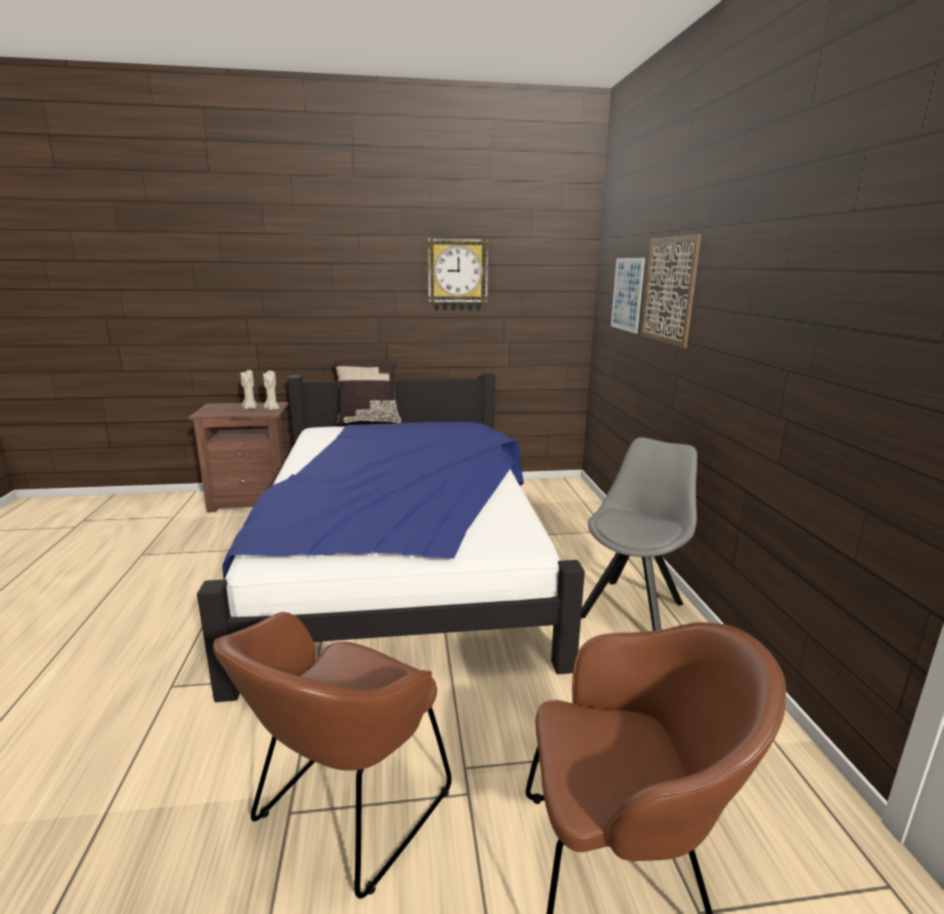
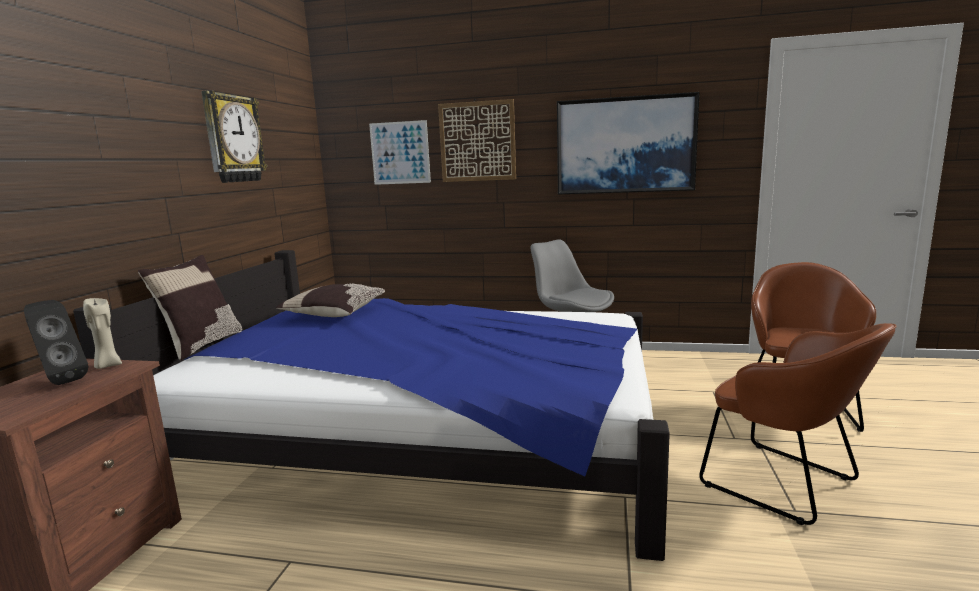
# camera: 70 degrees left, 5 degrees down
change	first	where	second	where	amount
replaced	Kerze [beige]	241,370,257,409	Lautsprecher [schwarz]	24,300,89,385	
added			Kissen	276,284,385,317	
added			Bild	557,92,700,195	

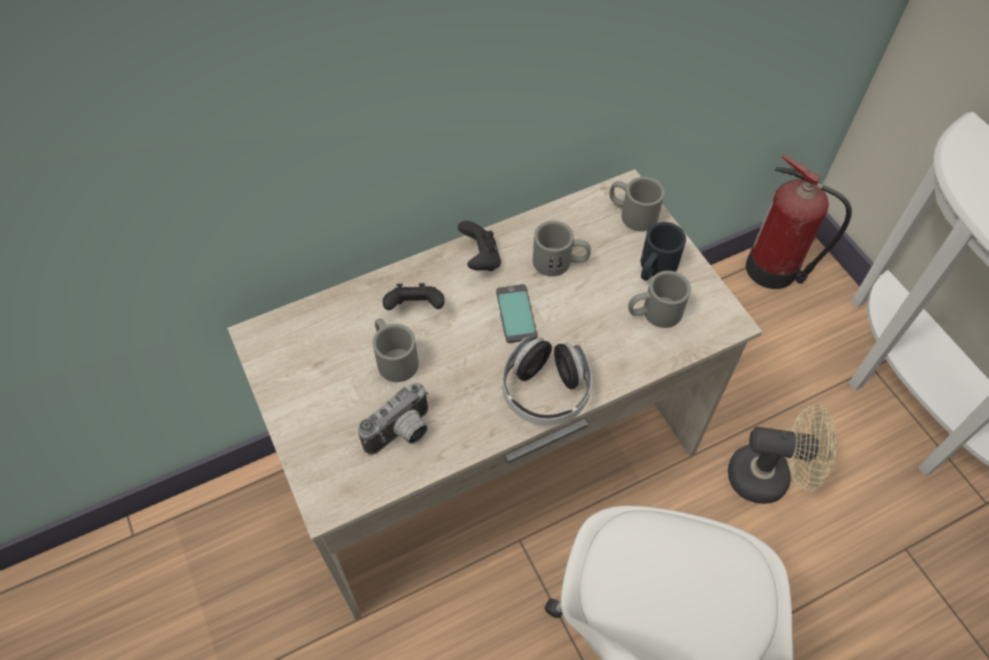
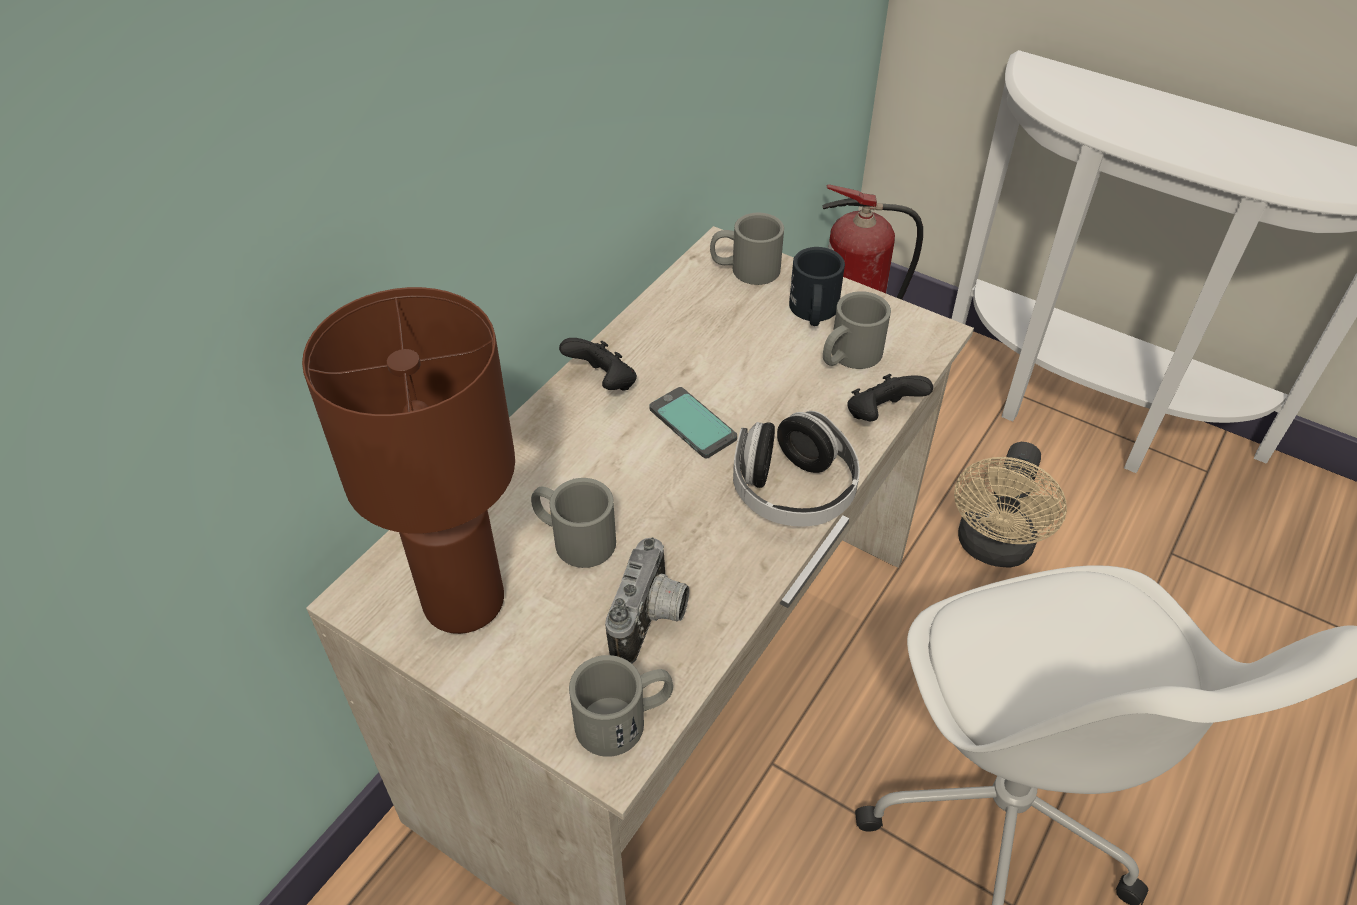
# camera: 30 degrees left, 10 degrees down
change	first	where	second	where	amount
moved	Gamepad [schwarz]	383,283,445,310		847,374,933,421	
moved	Henkelbecher [grau]	533,221,591,277		569,655,673,757	
turned	Ventilator [beige]	728,405,837,504		954,442,1067,568	135 degrees clockwise
added			Tischlampe [braun]	302,287,515,634	

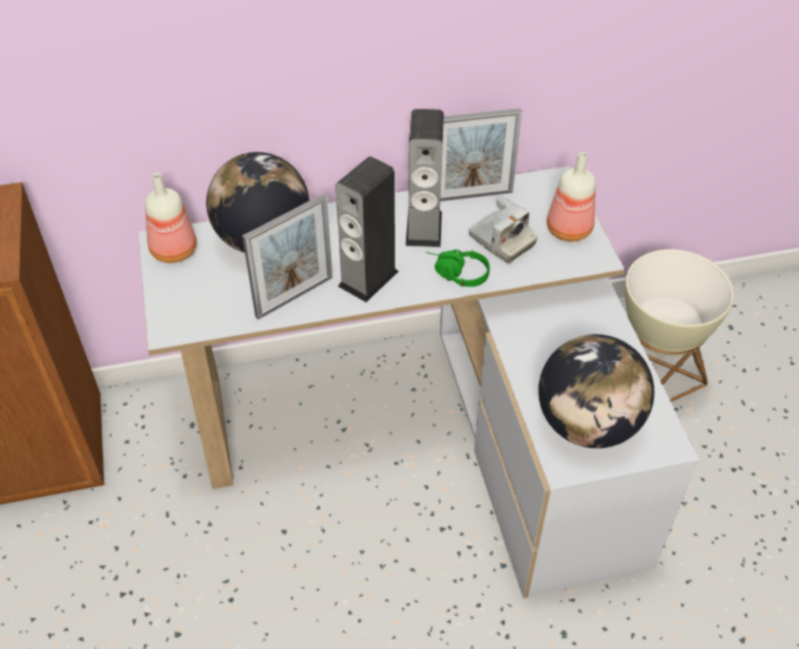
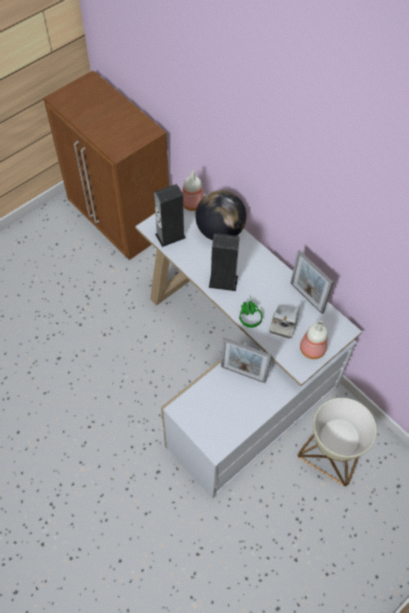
# camera: 60 degrees right, 10 degrees up
change	first	where	second	where	amount
moved	Bilderrahmen	242,194,333,320		221,338,272,383	
moved	Lautsprecher	406,109,444,247		154,184,186,247	
removed	Globus	538,334,654,448			

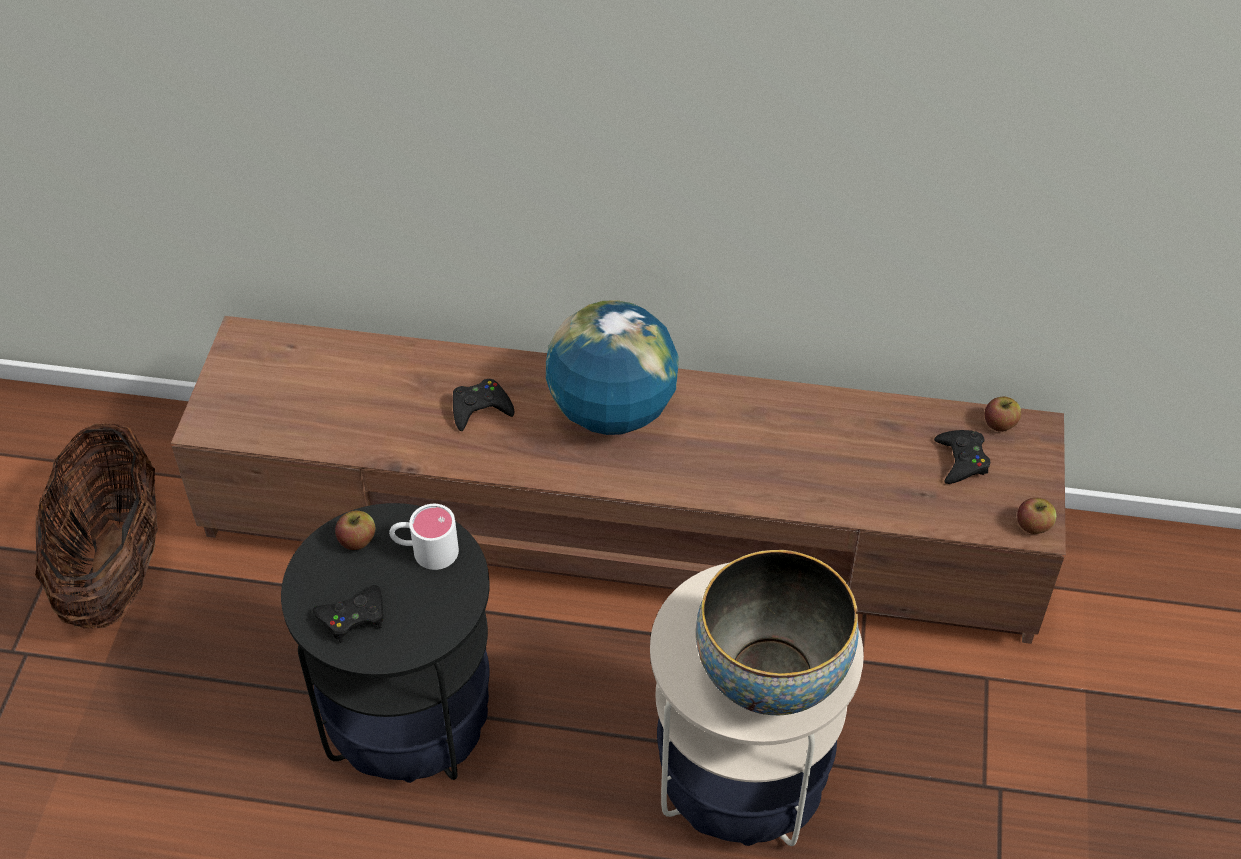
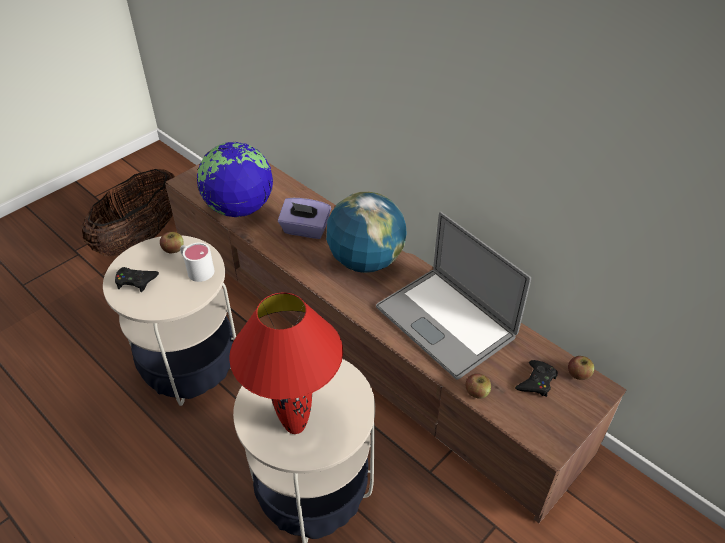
# camera: 35 degrees right, 5 degrees down
change	first	where	second	where	amount
recoloured	Beistelltisch [schwarz]	281,503,490,783	Beistelltisch [beige]	103,235,236,406	
replaced	Gamepad [schwarz]	453,379,515,431	Taschentuchbox [lila]	278,198,331,239	
replaced	Schüssel	696,550,859,715	Tischlampe [rot]	229,292,343,434	
moved	Apfel	1017,498,1057,534		466,373,491,399	
added			Globus	197,142,273,217	
added			Laptop	376,212,531,380	

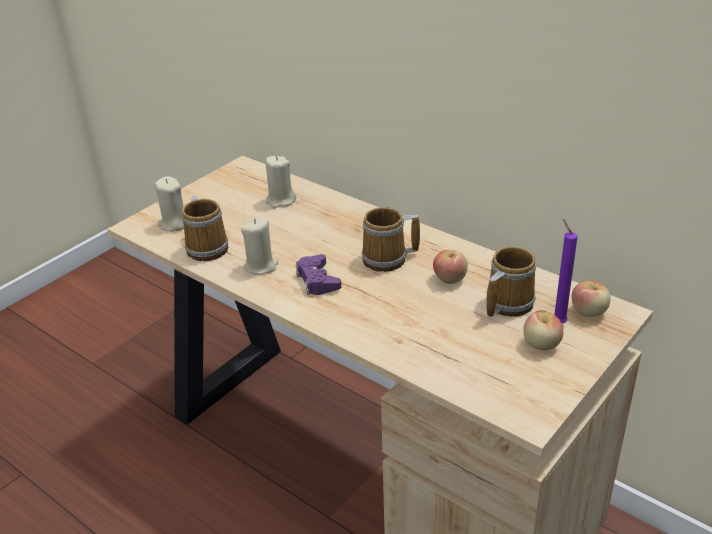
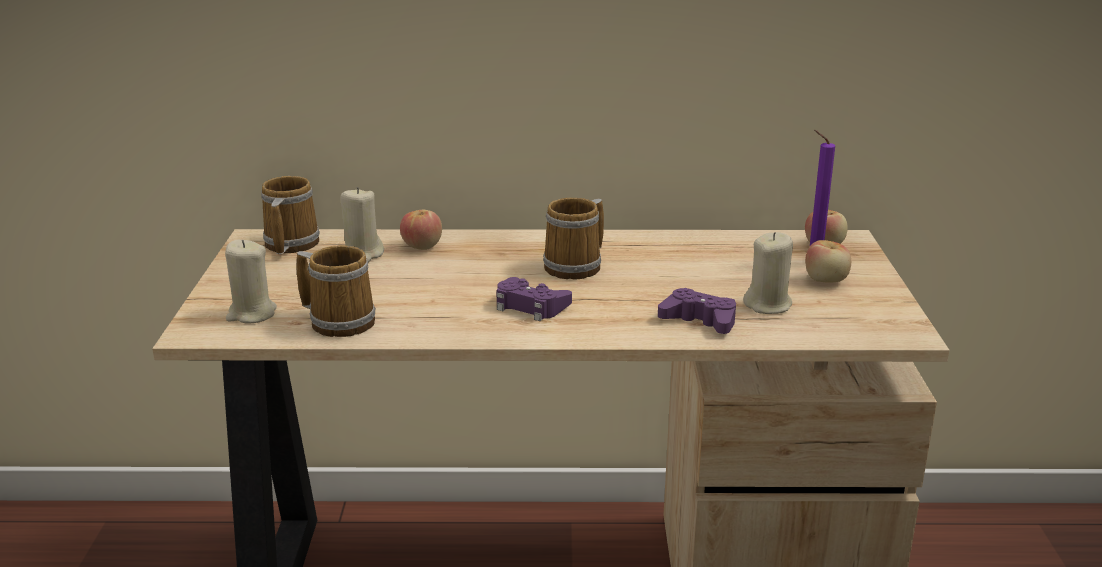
# camera: 40 degrees left, 10 degrees down
change	first	where	second	where	amount
moved	Kerze [beige]	241,217,279,275		743,232,793,314	
moved	Apfel	433,250,468,284		400,210,442,250	
moved	Henkelbecher	486,246,536,317		261,176,320,254	
added			Gamepad [lila]	658,288,736,334	

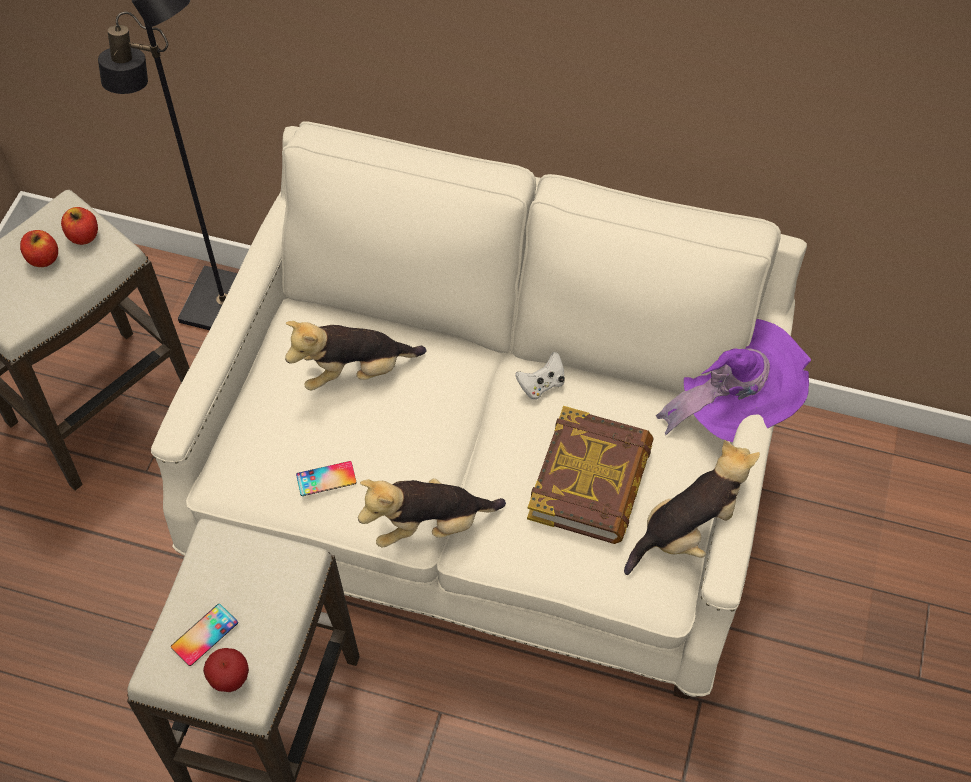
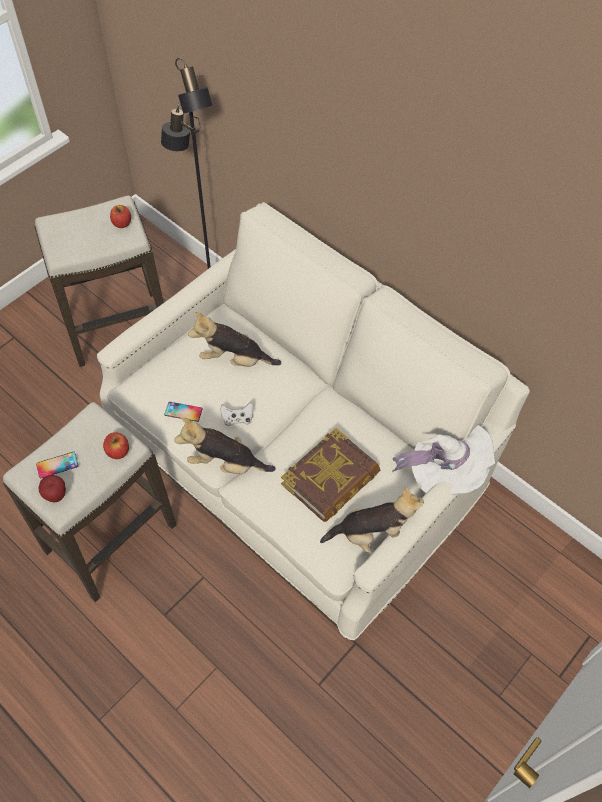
# camera: 25 degrees right, 0 degrees up
change	first	where	second	where	amount
moved	Apfel	20,230,58,267		103,432,129,459	
moved	Gamepad [weiß]	515,352,565,400		220,402,253,426	
recoloured	Hut [lila]	656,319,811,442	Hut [weiß]	392,425,495,494	

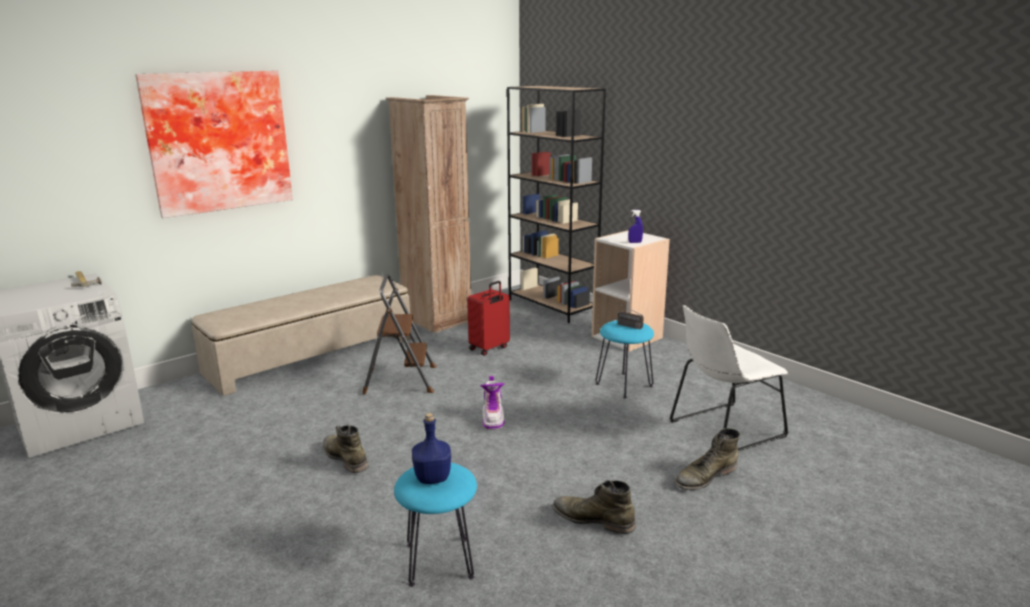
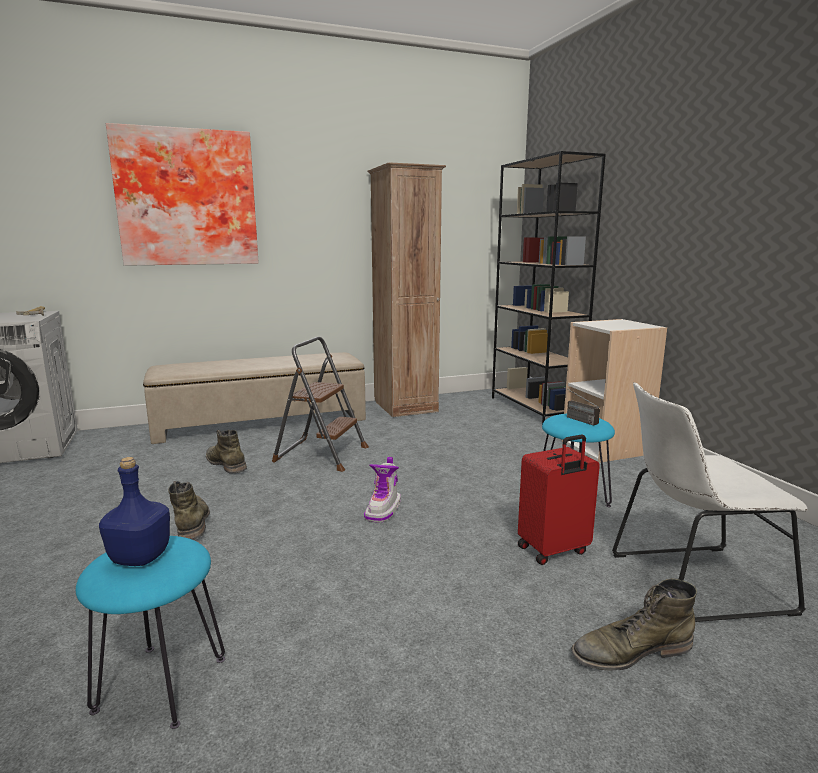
# camera: 20 degrees right, 5 degrees down
change	first	where	second	where	amount
moved	Koffer [rot]	467,281,510,356		518,435,600,565	
moved	Stiefel [grün]	552,480,636,534		206,429,247,474	
removed	Sprühflasche [blau]	628,210,643,243			

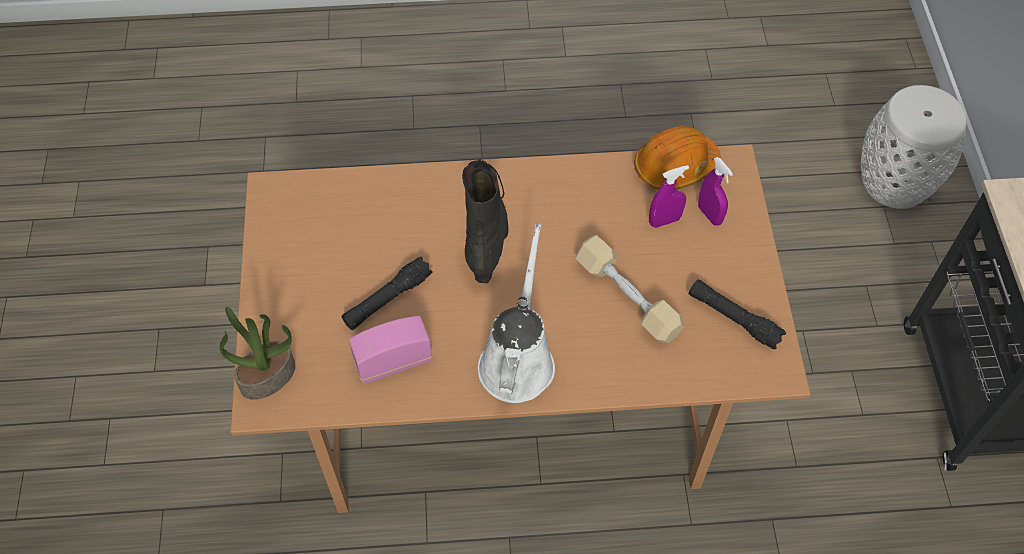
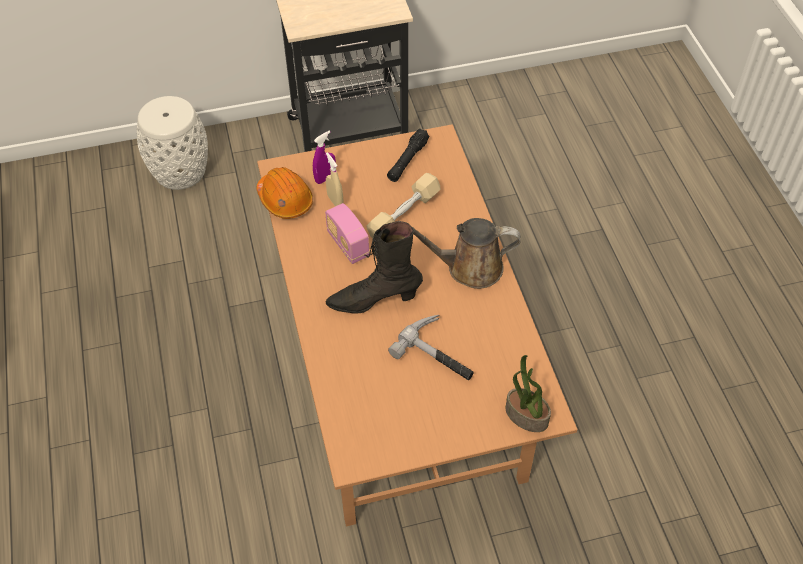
# camera: 100 degrees left, 5 degrees down
change	first	where	second	where	amount
replaced	Taschenlampe [schwarz]	342,257,433,330	Hammer	388,315,474,380	
moved	Radio	349,316,433,384		325,203,370,264	
recoloured	Gießkanne [weiß]	478,224,555,403	Gießkanne [braun]	412,218,521,289	
recoloured	Sprühflasche [lila]	649,165,689,228	Sprühflasche [beige]	326,152,344,206	

